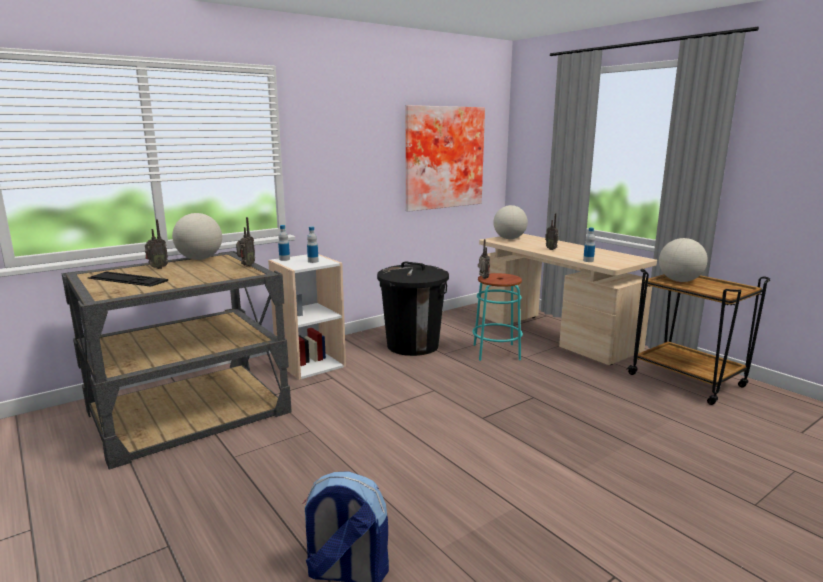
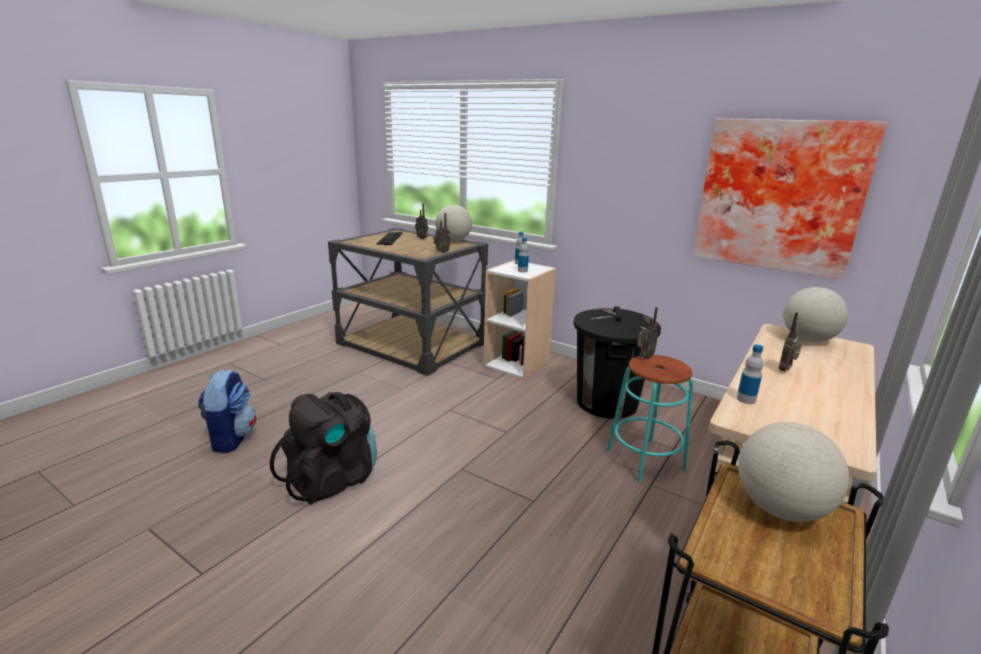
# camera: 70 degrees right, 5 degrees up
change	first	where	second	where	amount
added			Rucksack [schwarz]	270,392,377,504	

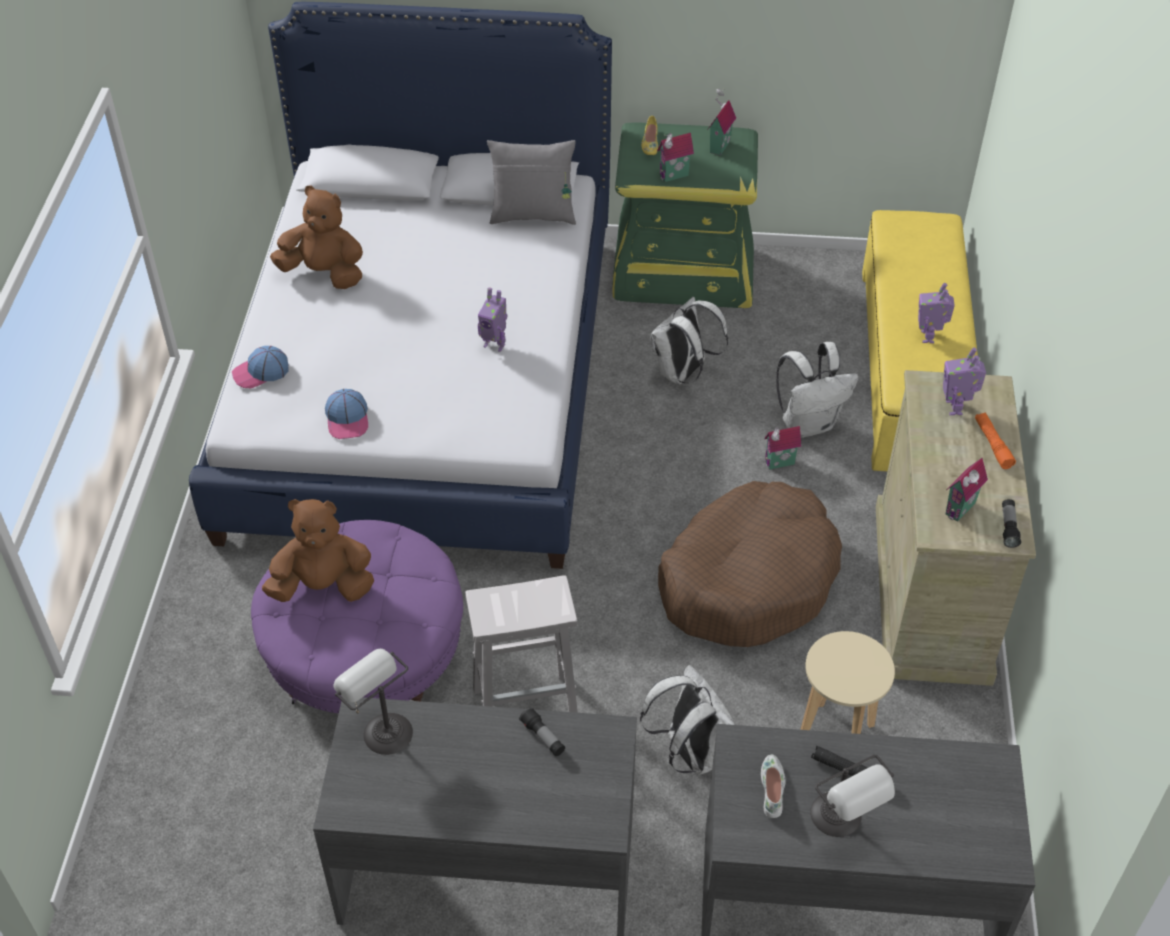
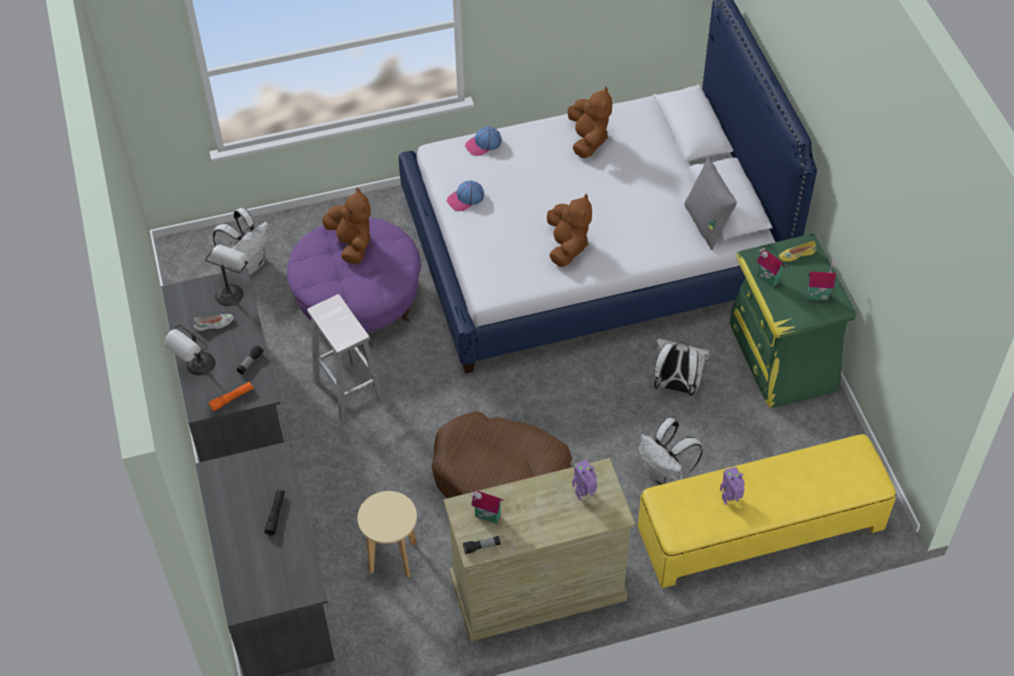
# camera: 70 degrees right, 5 degrees up
change	first	where	second	where	amount
turned	Kappe	232,346,288,388		465,127,502,156	75 degrees counterclockwise
replaced	Spielzeugroboter	478,288,508,352	Plüschtier [braun]	547,194,592,267	
moved	Rucksack [weiß]	640,665,735,775		213,208,269,276	
moved	Schuh [weiß]	761,755,786,818		194,314,233,331	
removed	Spielzeughaus	764,426,801,470			
moved	Tischlampe	810,755,895,837		165,325,215,375	
moved	Taschenlampe [orange]	975,413,1016,469		209,382,254,411	

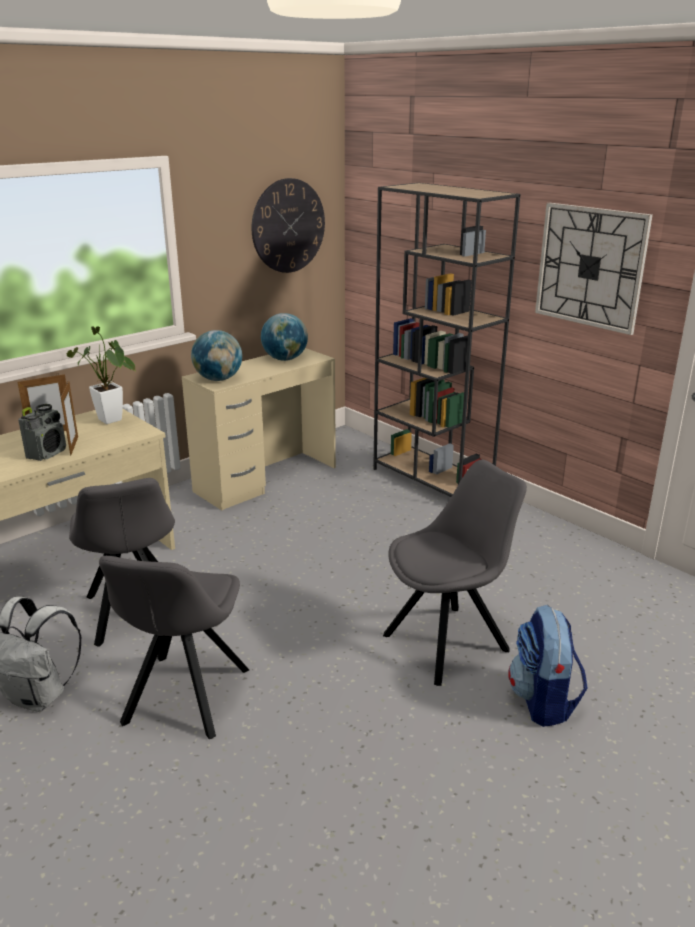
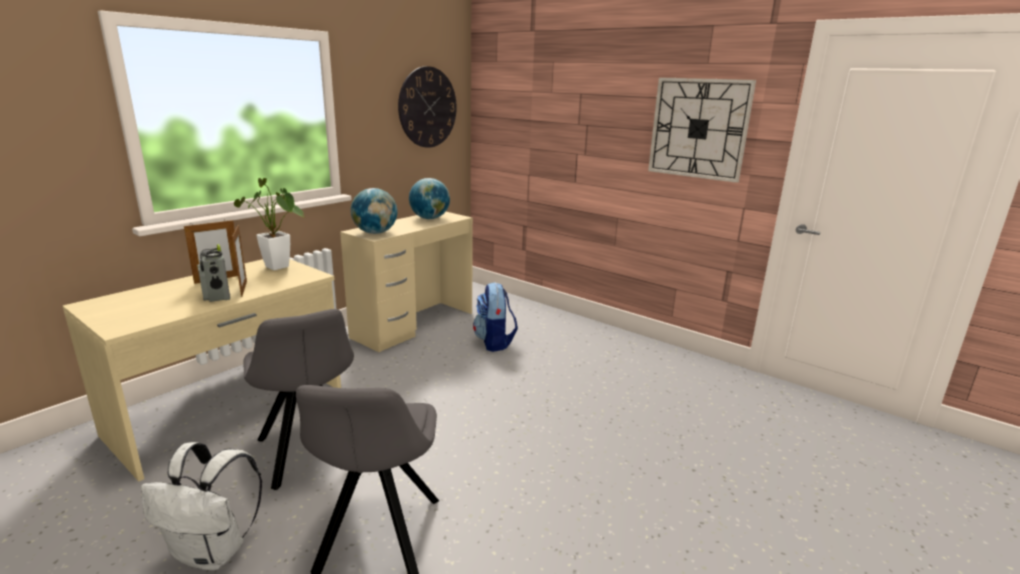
# camera: 10 degrees left, 5 degrees down
change	first	where	second	where	amount
turned	Radio	18,404,66,461		197,244,230,302	135 degrees clockwise
removed	Bücherregal	373,183,520,497			
removed	Stuhl [grau]	383,459,527,686			
moved	Rucksack	508,605,588,727		473,282,518,352	

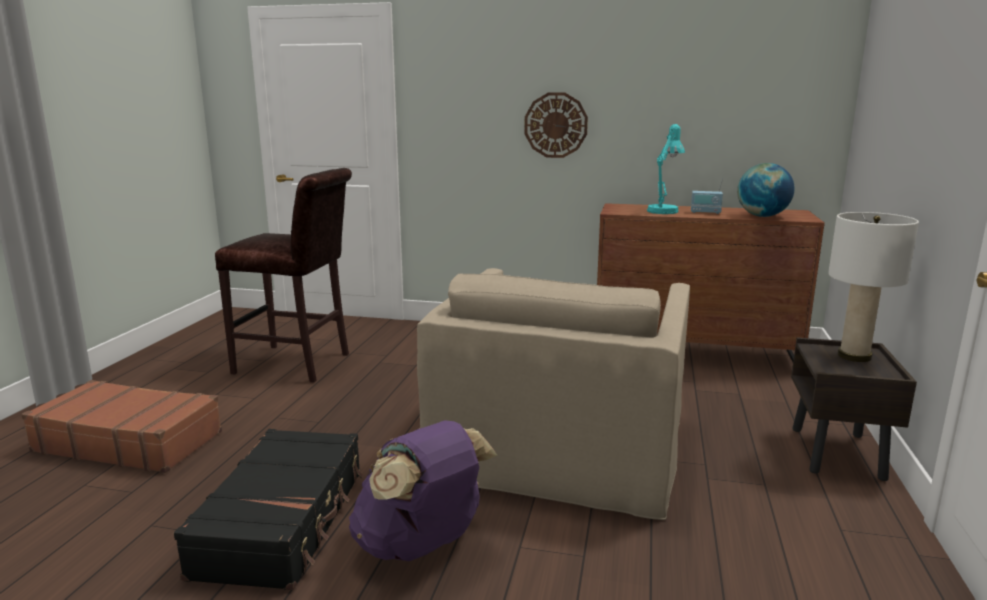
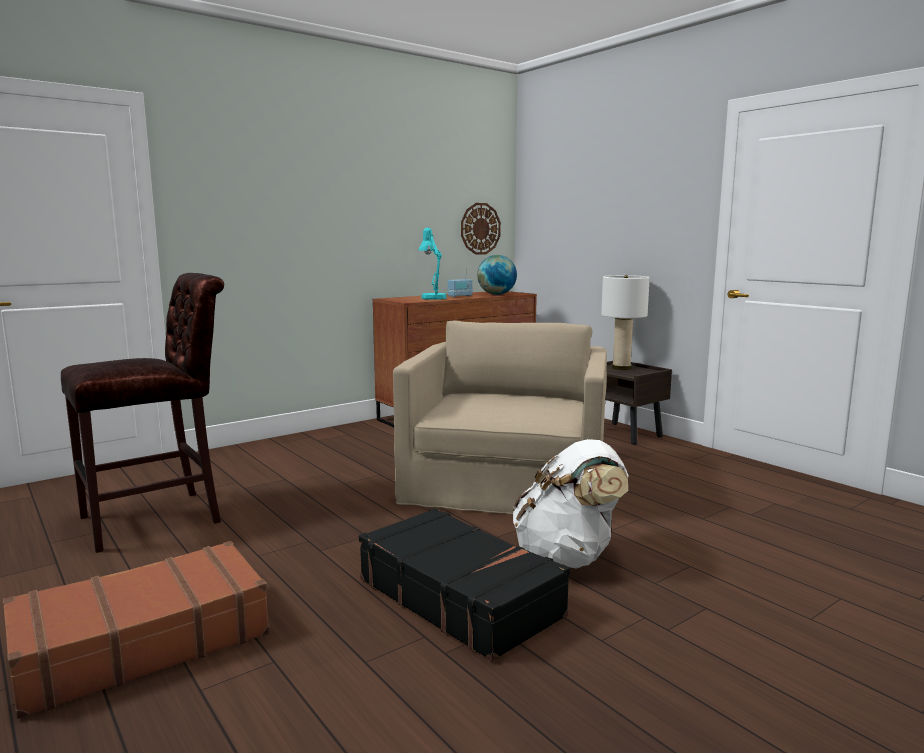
# camera: 50 degrees left, 5 degrees down
change	first	where	second	where	amount
recoloured	Rucksack [lila]	349,420,497,561	Rucksack [weiß]	513,439,629,568	
turned	Sessel [beige]	417,268,690,520		393,321,607,514	135 degrees counterclockwise
moved	Wanduhr	524,93,588,158		461,203,501,255	

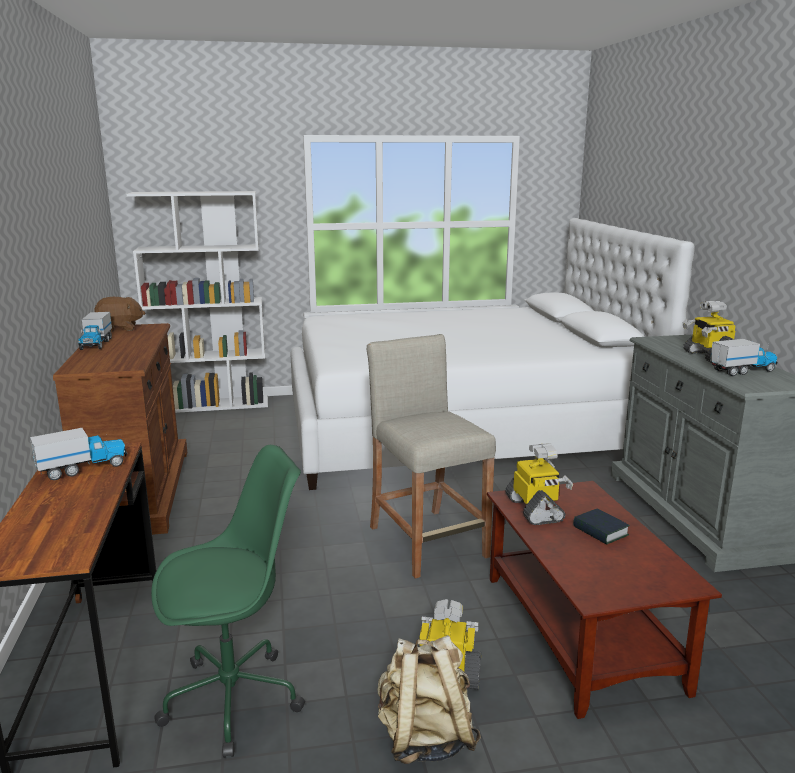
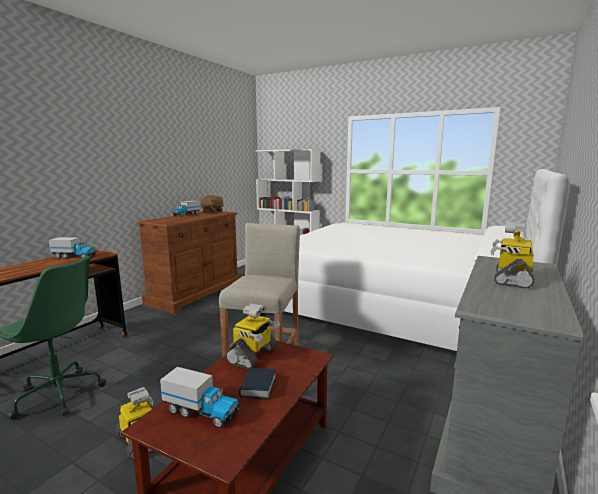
# camera: 40 degrees right, 5 degrees down
change	first	where	second	where	amount
removed	Rucksack [beige]	377,635,481,764			
moved	Spielzeuglaster	710,339,777,376		160,367,239,428	

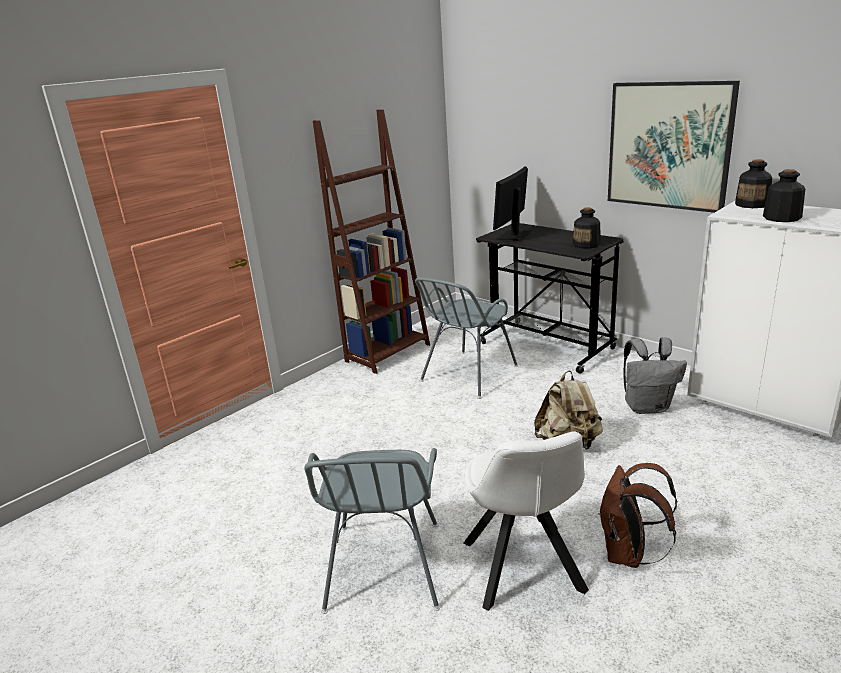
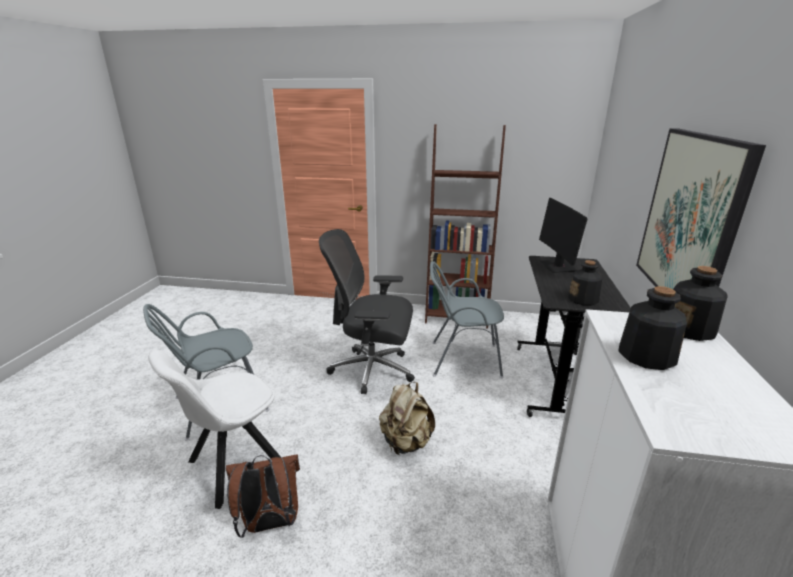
# camera: 55 degrees right, 0 degrees up
change	first	where	second	where	amount
turned	Monitor	493,166,532,241		539,198,587,273	90 degrees counterclockwise
removed	Rucksack [grau]	623,337,687,414			
added			Bürostuhl	319,229,415,394	

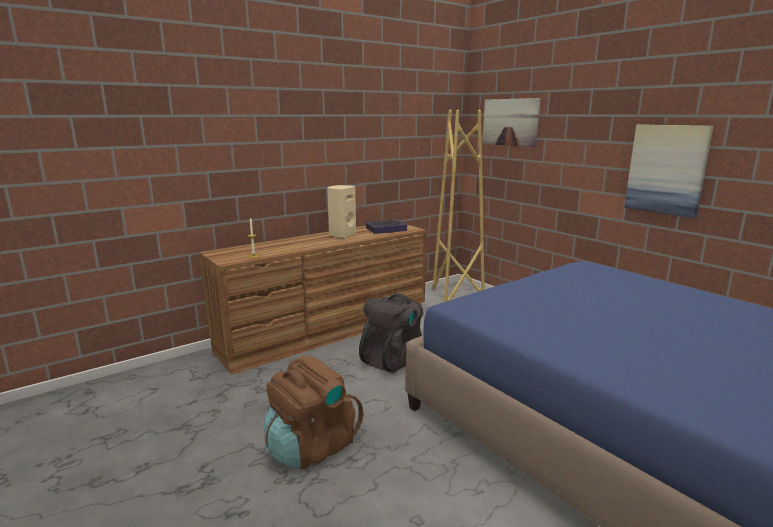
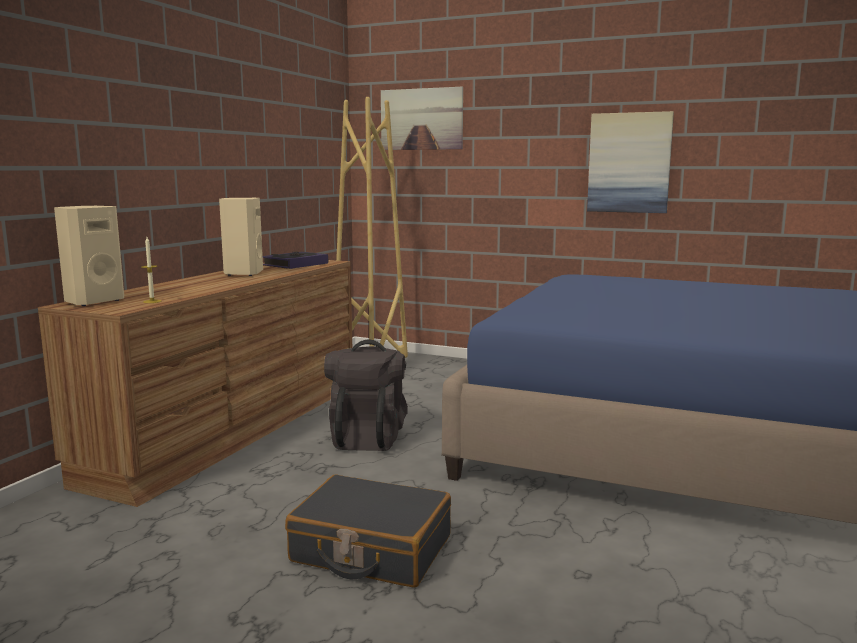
# camera: 30 degrees left, 5 degrees down
change	first	where	second	where	amount
replaced	Rucksack [braun]	264,356,364,469	Koffer [schwarz]	285,474,451,588	
added			Lautsprecher [beige]	54,206,124,306	

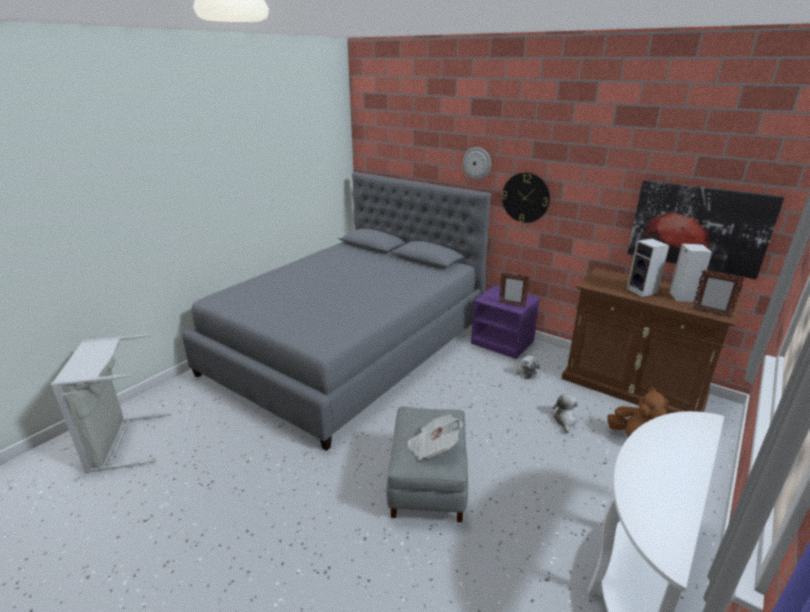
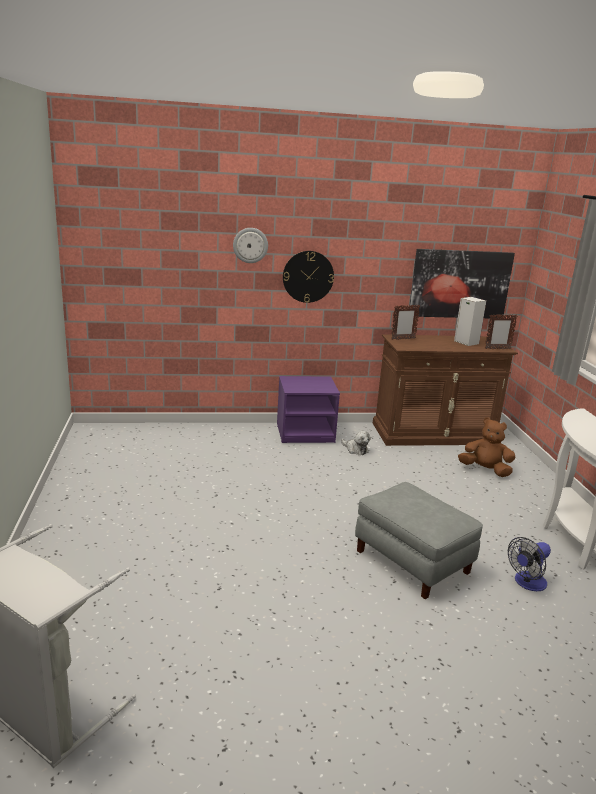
# camera: 45 degrees left, 5 degrees down
change	first	where	second	where	amount
removed	Bett [grau]	182,172,491,451			
removed	Zeitung	407,414,463,460			
moved	Bilderrahmen	499,272,530,308		391,305,420,340	
removed	Plüschtier	553,394,578,433			
removed	Lautsprecher	627,239,669,297			
added			Ventilator	508,537,551,591	

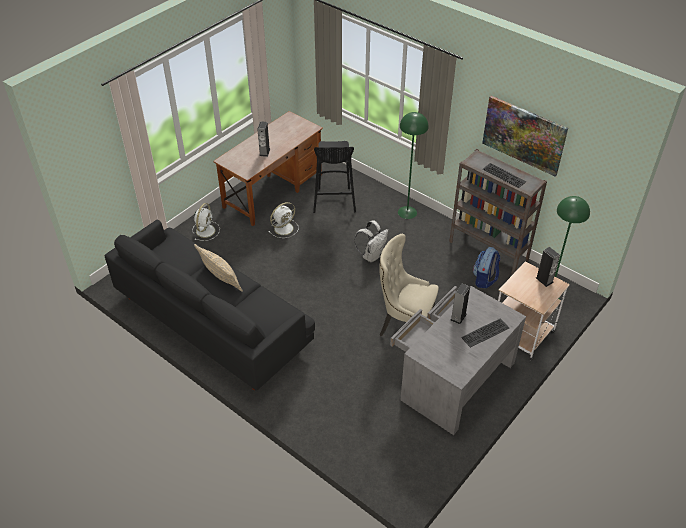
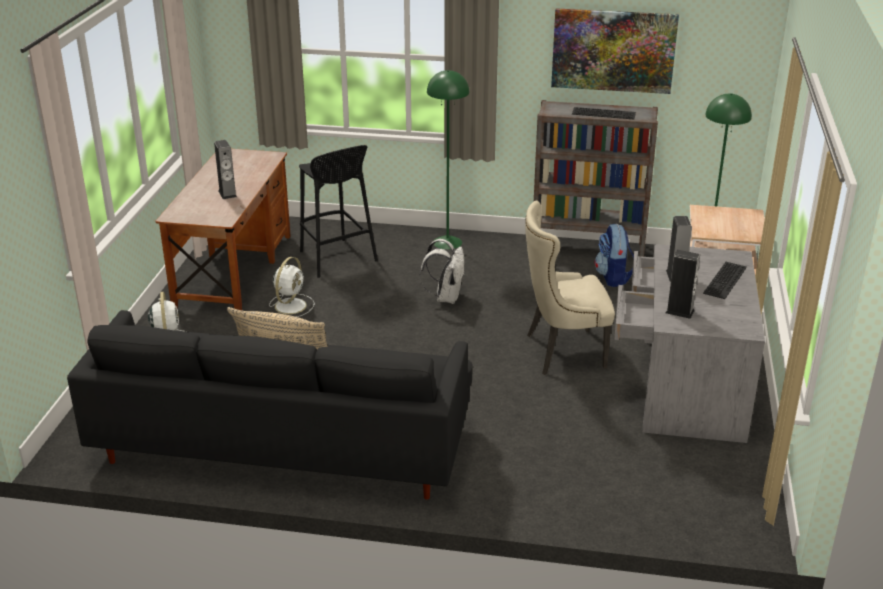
# camera: 30 degrees left, 15 degrees down
change	first	where	second	where	amount
moved	Lautsprecher	536,247,560,287		665,250,700,319	

